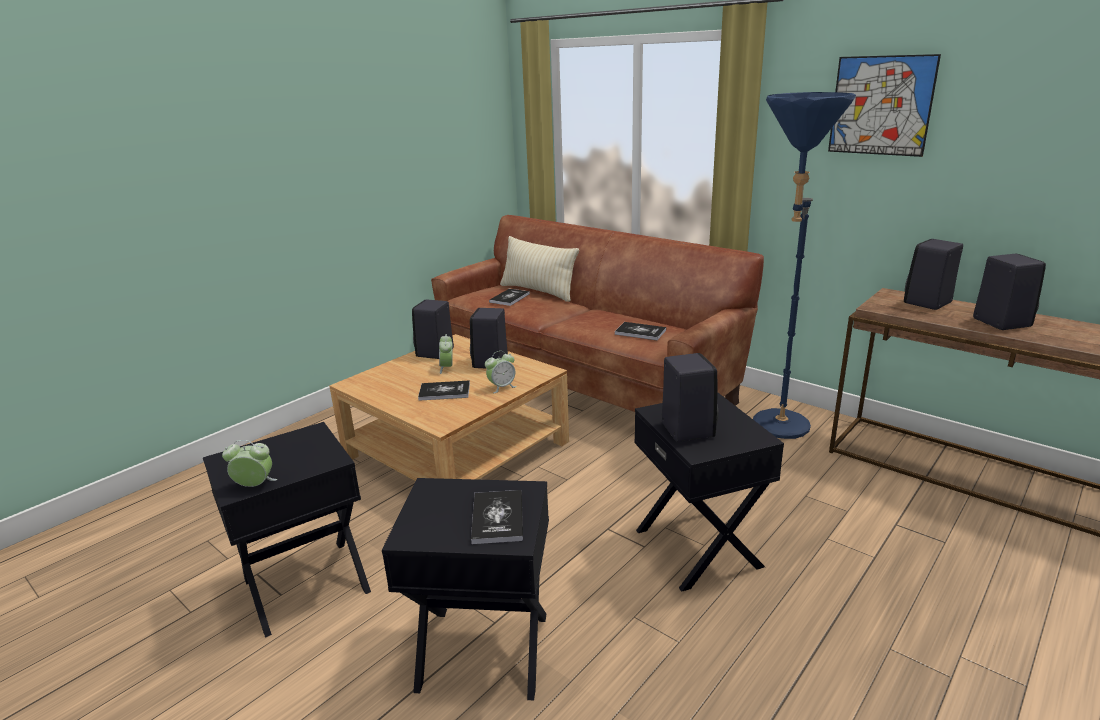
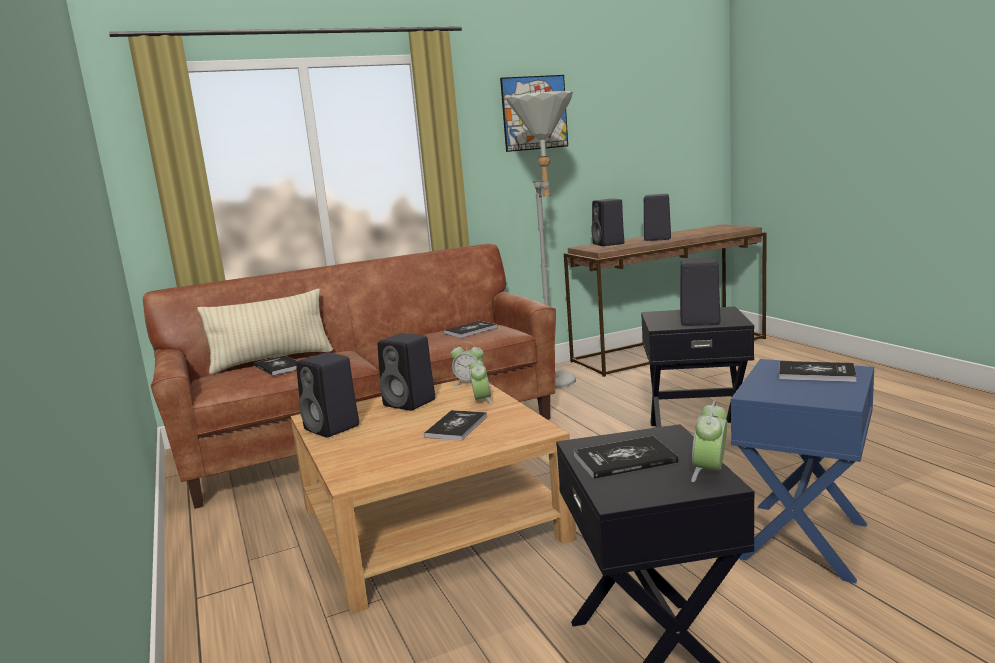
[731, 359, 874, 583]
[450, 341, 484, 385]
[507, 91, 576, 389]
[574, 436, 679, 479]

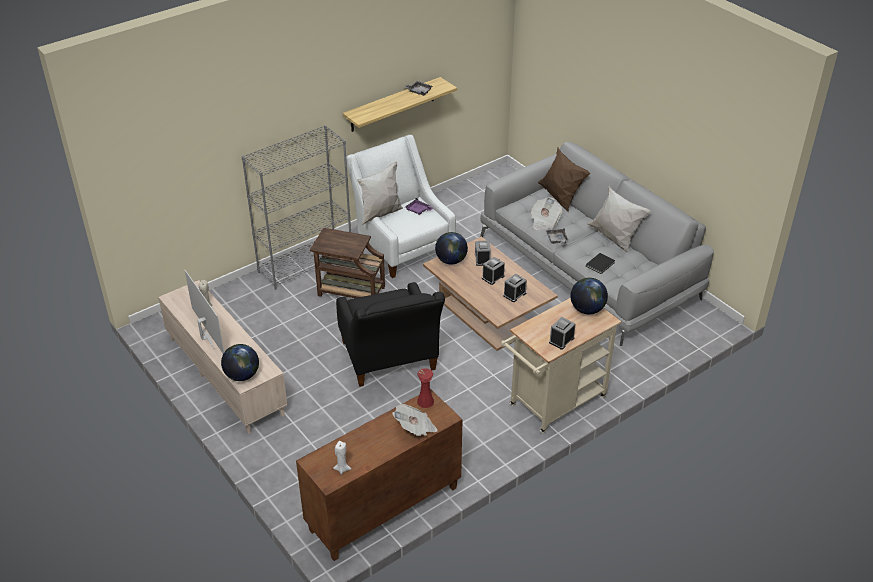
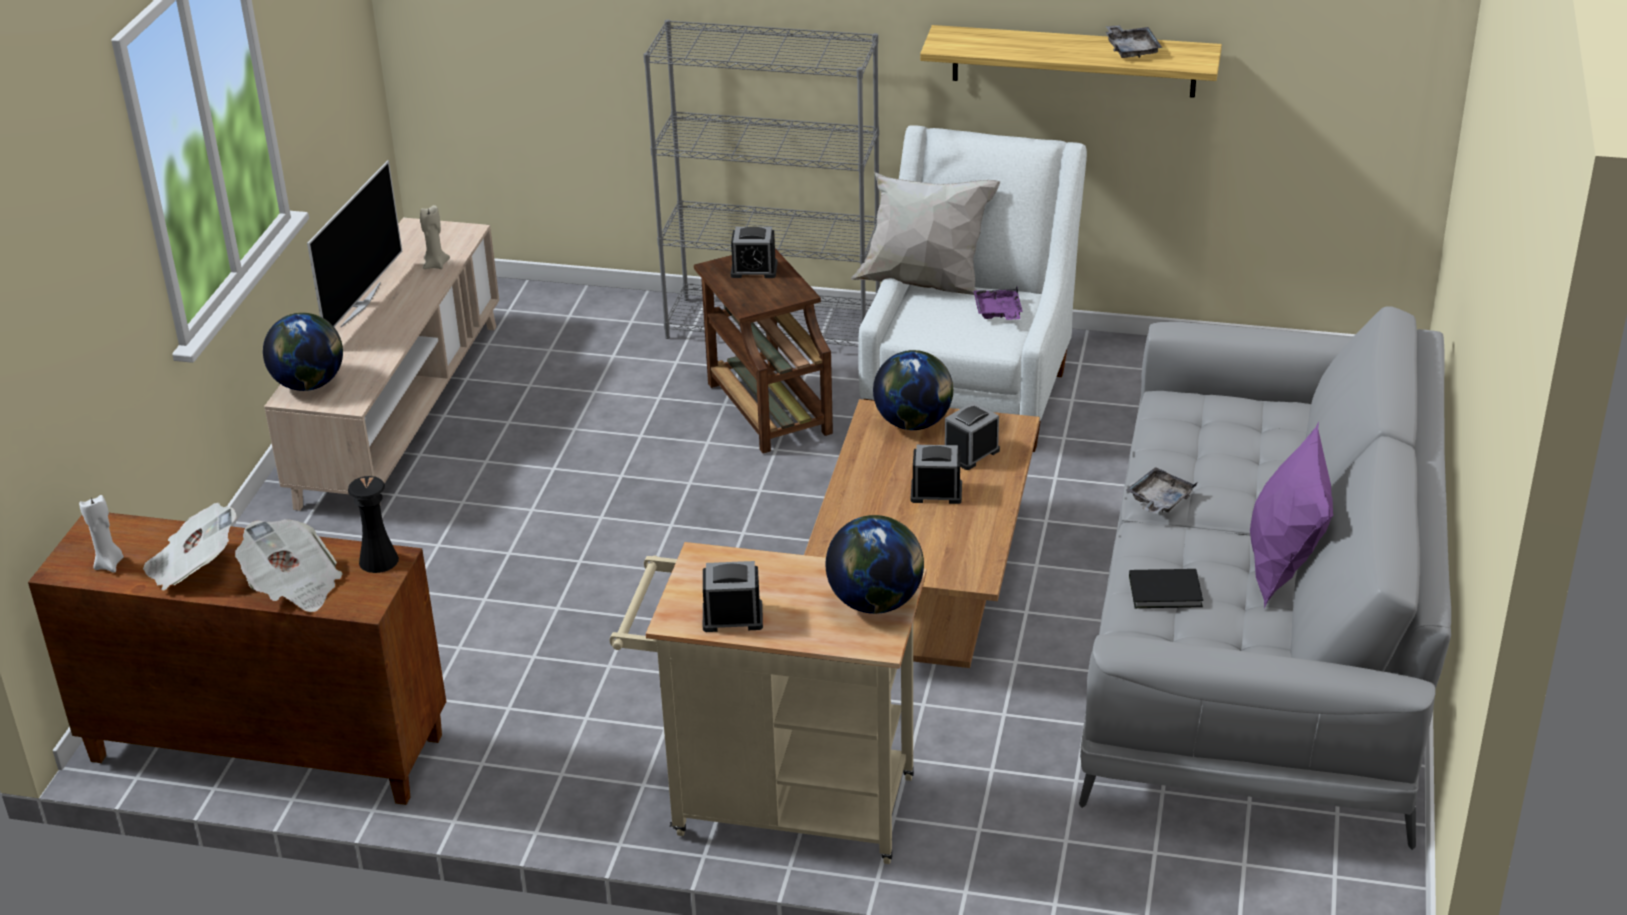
[336, 282, 445, 387] (first image)
[348, 476, 399, 573]
[731, 227, 777, 278]
[143, 503, 237, 591]
[538, 148, 590, 212] (first image)
[1250, 421, 1333, 608]

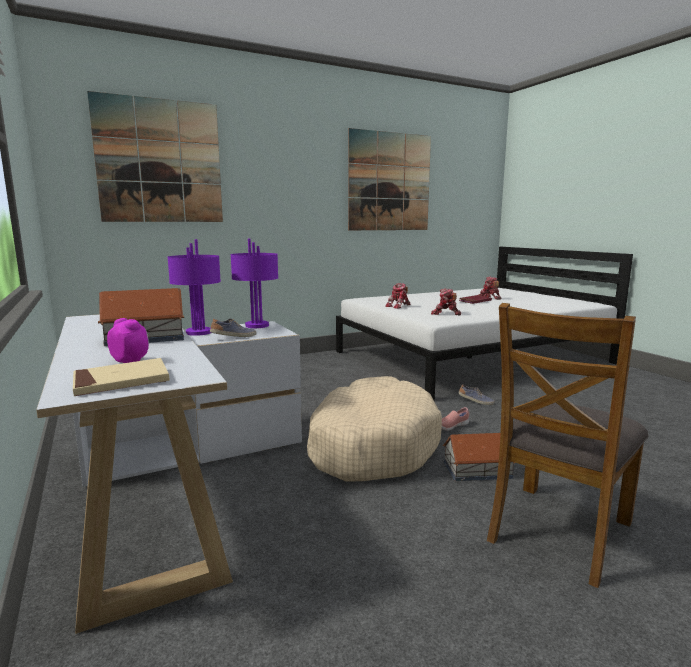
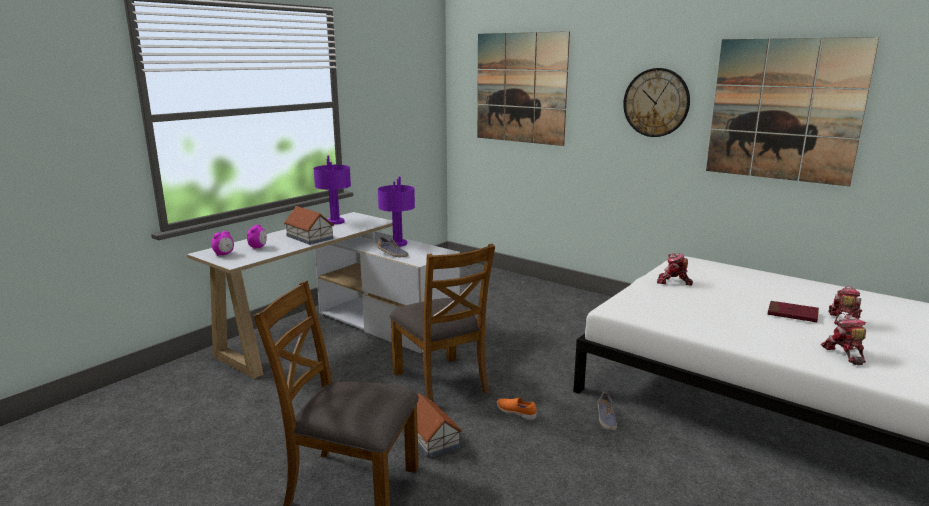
[212, 231, 234, 256]
[313, 155, 351, 225]
[389, 244, 495, 402]
[821, 315, 866, 365]
[497, 398, 536, 420]
[623, 68, 690, 137]

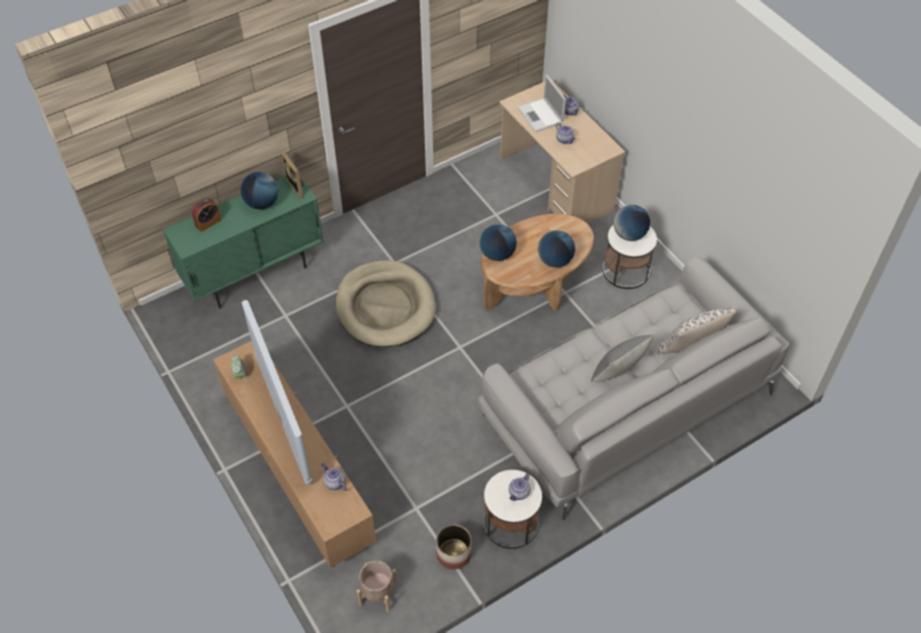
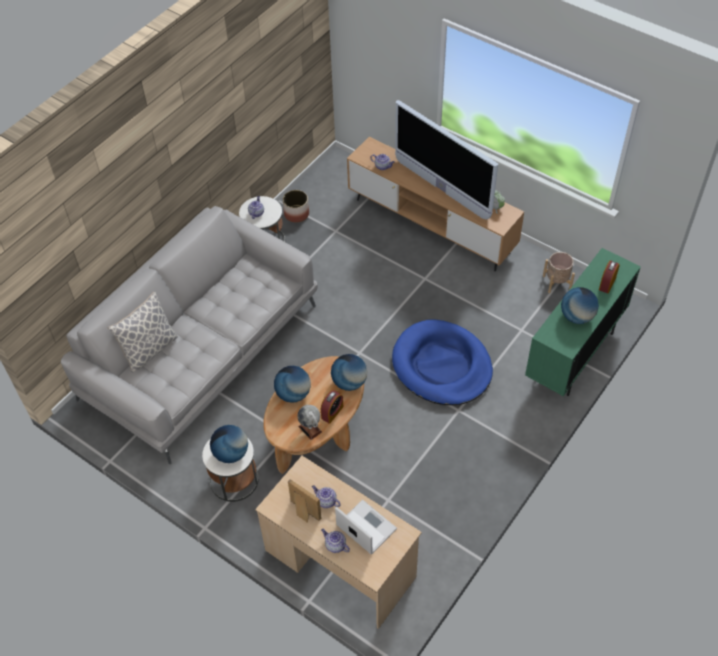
[288, 479, 321, 523]
[392, 320, 493, 405]
[543, 252, 575, 293]
[591, 335, 654, 382] (first image)
[297, 405, 322, 440]
[321, 390, 343, 424]

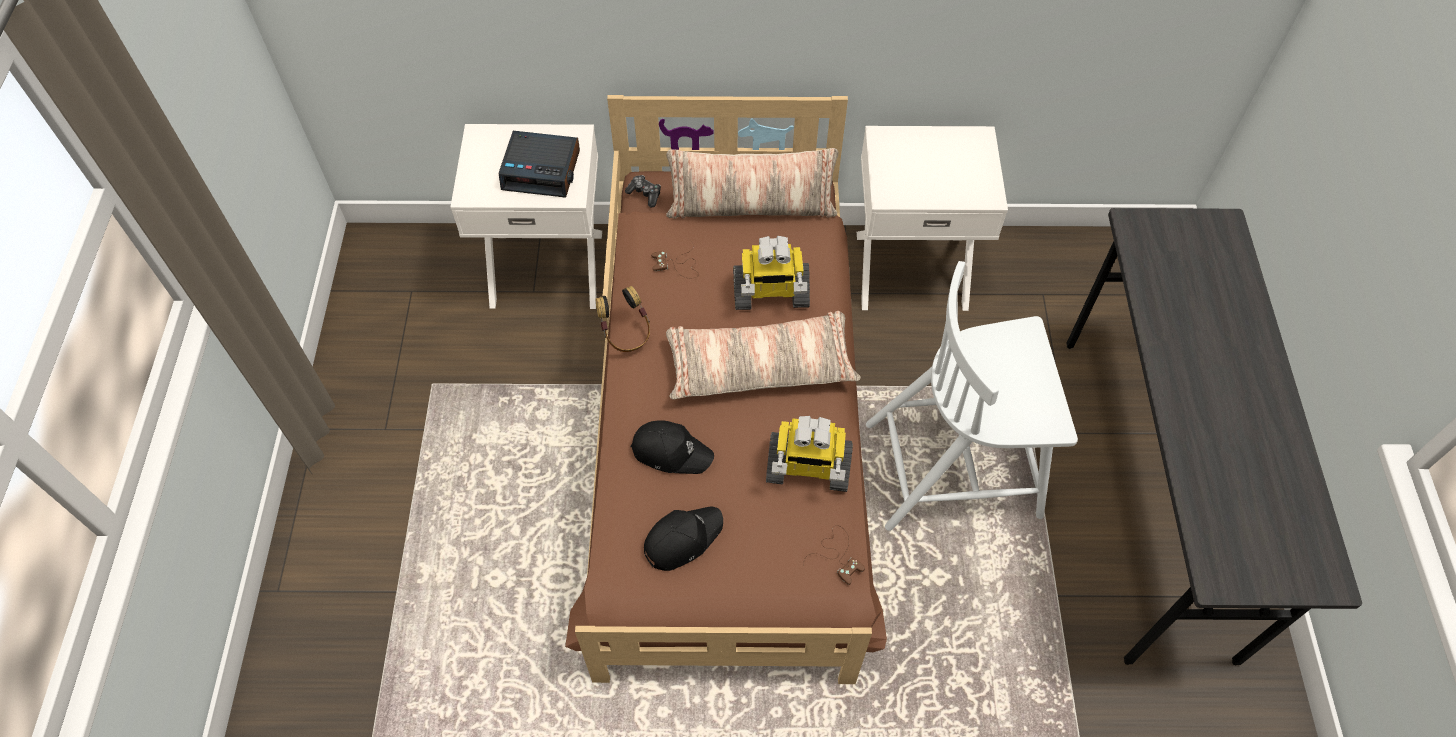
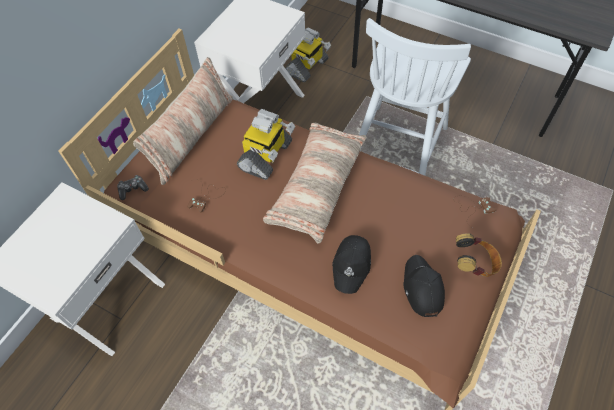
[499, 131, 580, 197] (first image)
[456, 233, 502, 277]
[332, 235, 371, 294]
[285, 27, 331, 82]

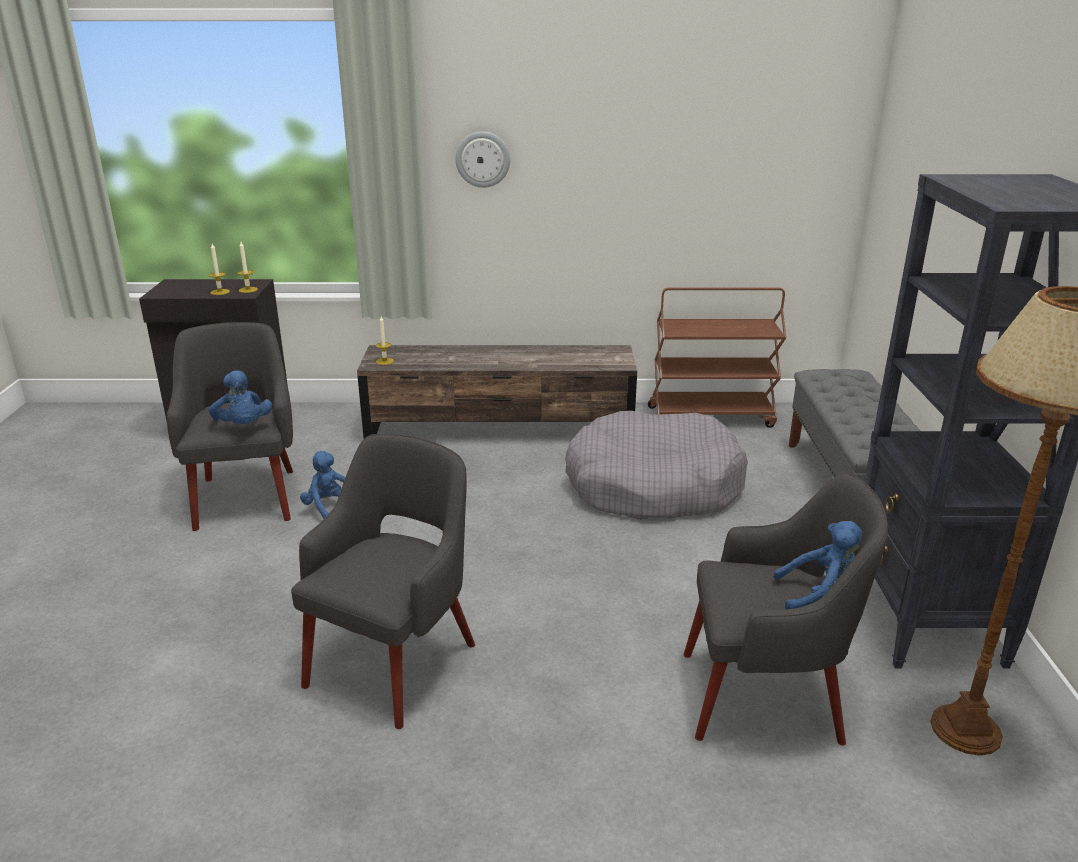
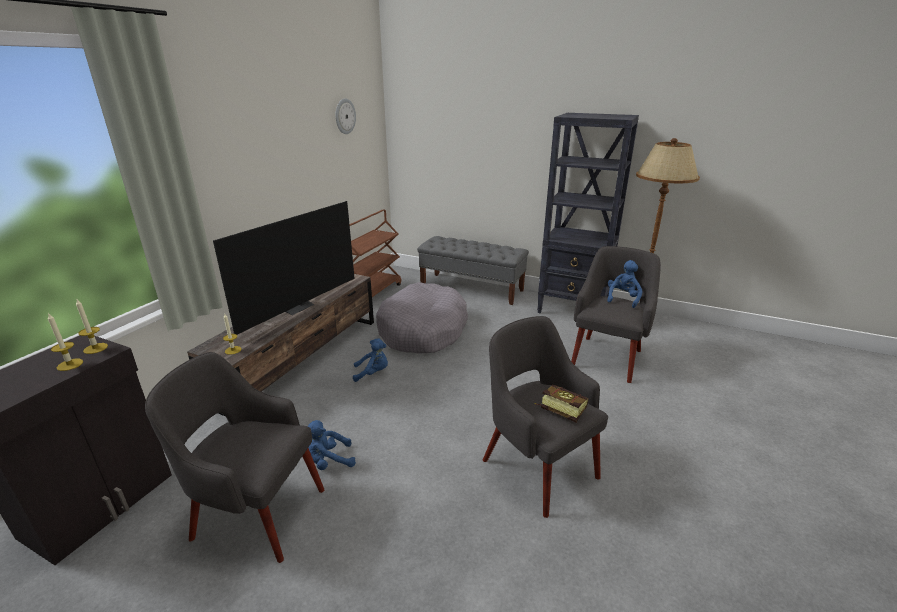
[353, 338, 388, 382]
[336, 98, 356, 134]
[213, 201, 355, 335]
[534, 385, 589, 422]

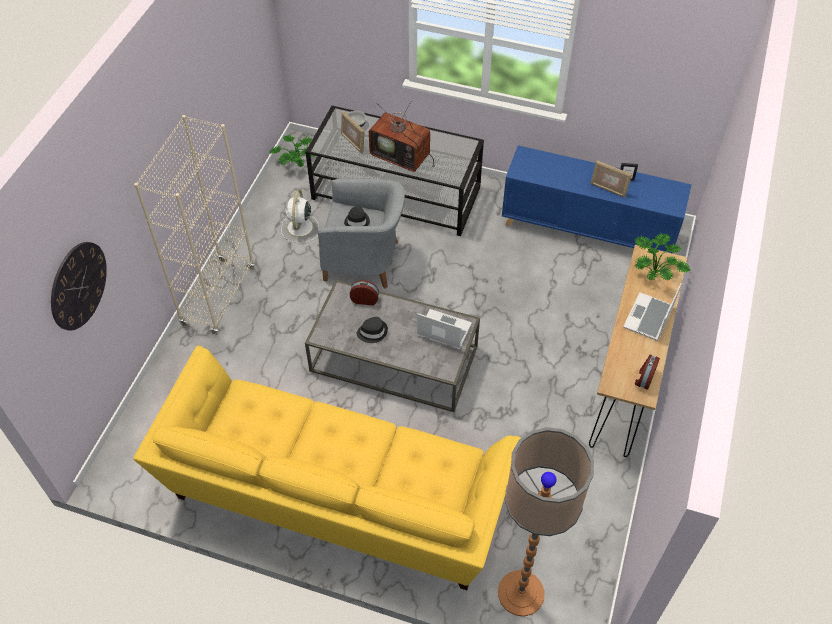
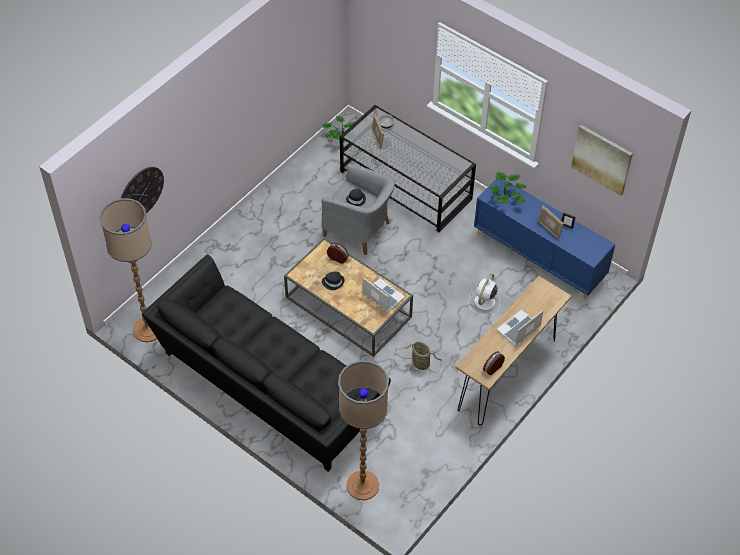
[134, 115, 255, 335] (first image)
[142, 255, 391, 472]
[468, 273, 500, 316]
[284, 238, 413, 357]
[369, 102, 435, 172] (first image)
[489, 172, 526, 204]
[99, 198, 157, 342]
[395, 341, 442, 373]
[571, 125, 633, 196]

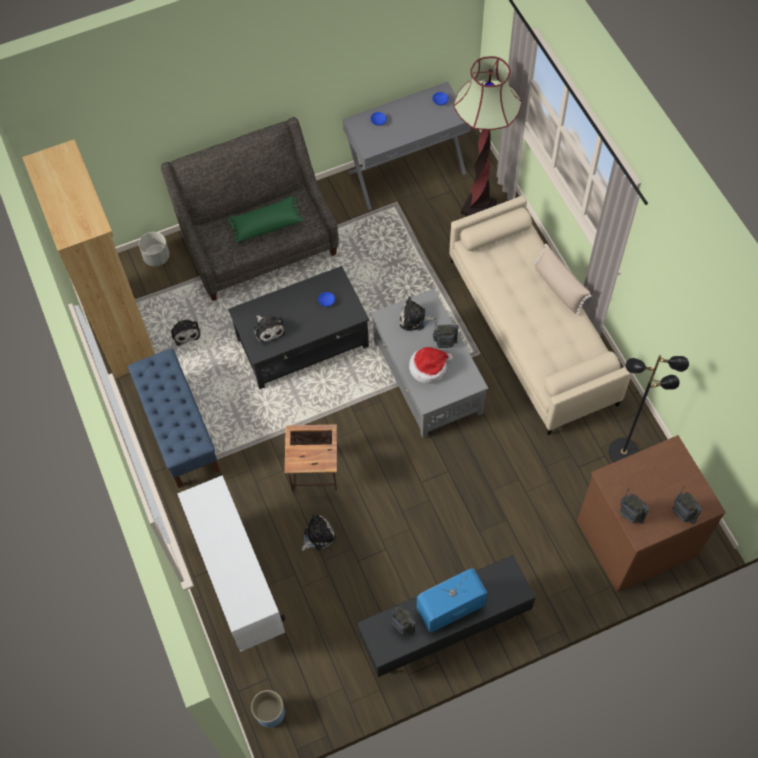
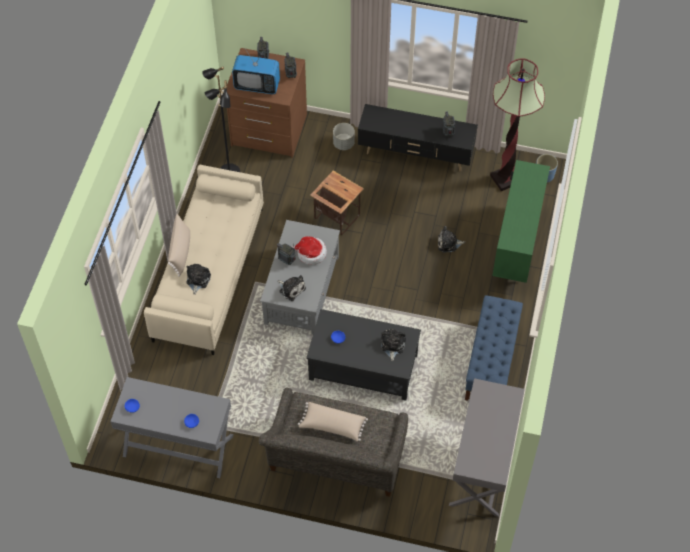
[449, 378, 525, 517]
[333, 123, 355, 150]
[186, 264, 211, 295]
[492, 160, 550, 283]
[298, 402, 368, 442]
[310, 171, 364, 235]
[232, 48, 280, 94]
[490, 58, 545, 191]

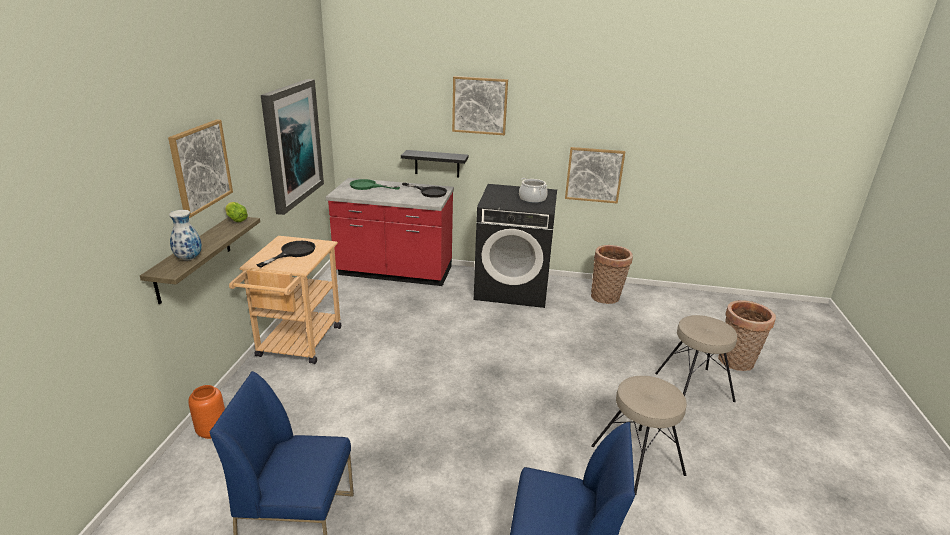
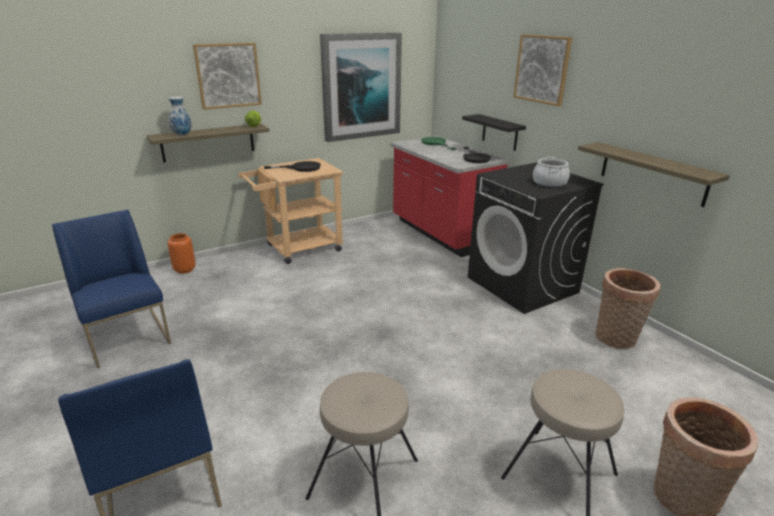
[578, 142, 730, 207]

